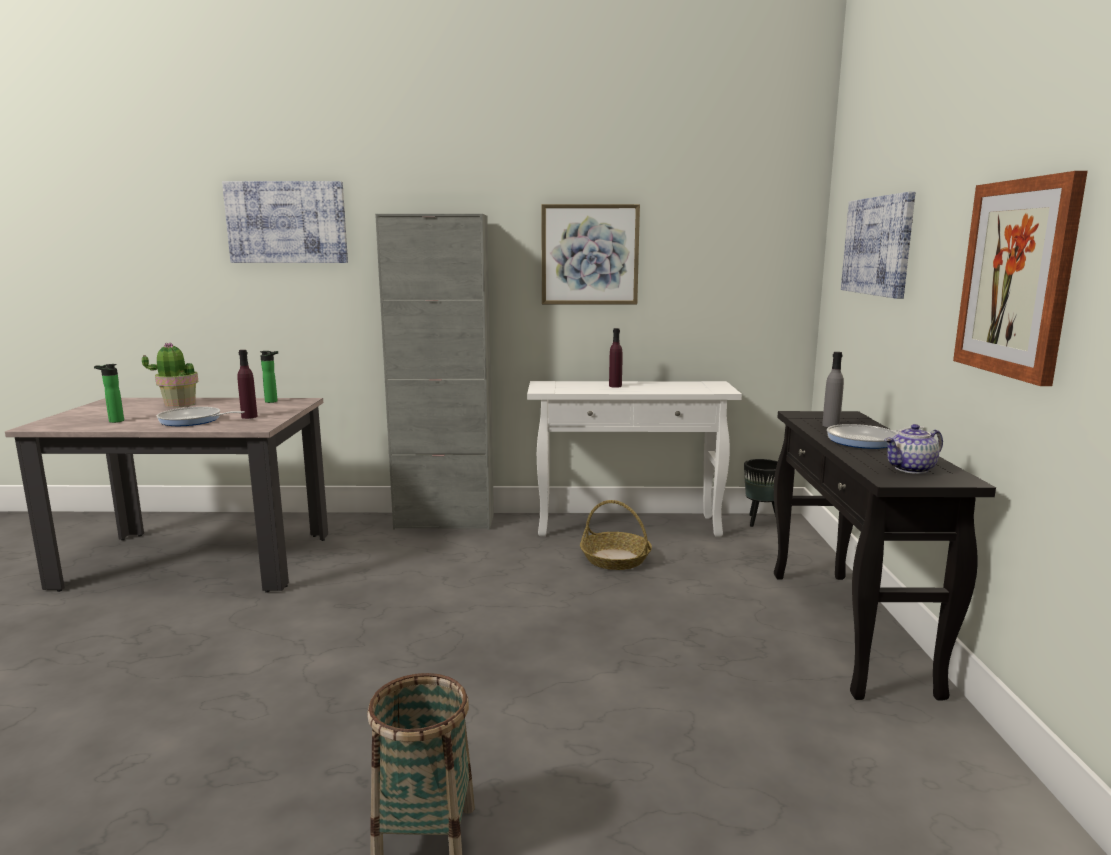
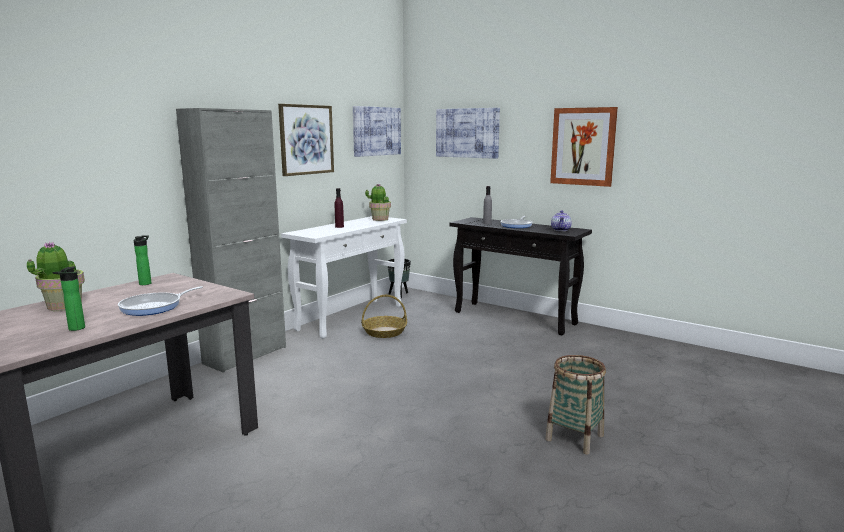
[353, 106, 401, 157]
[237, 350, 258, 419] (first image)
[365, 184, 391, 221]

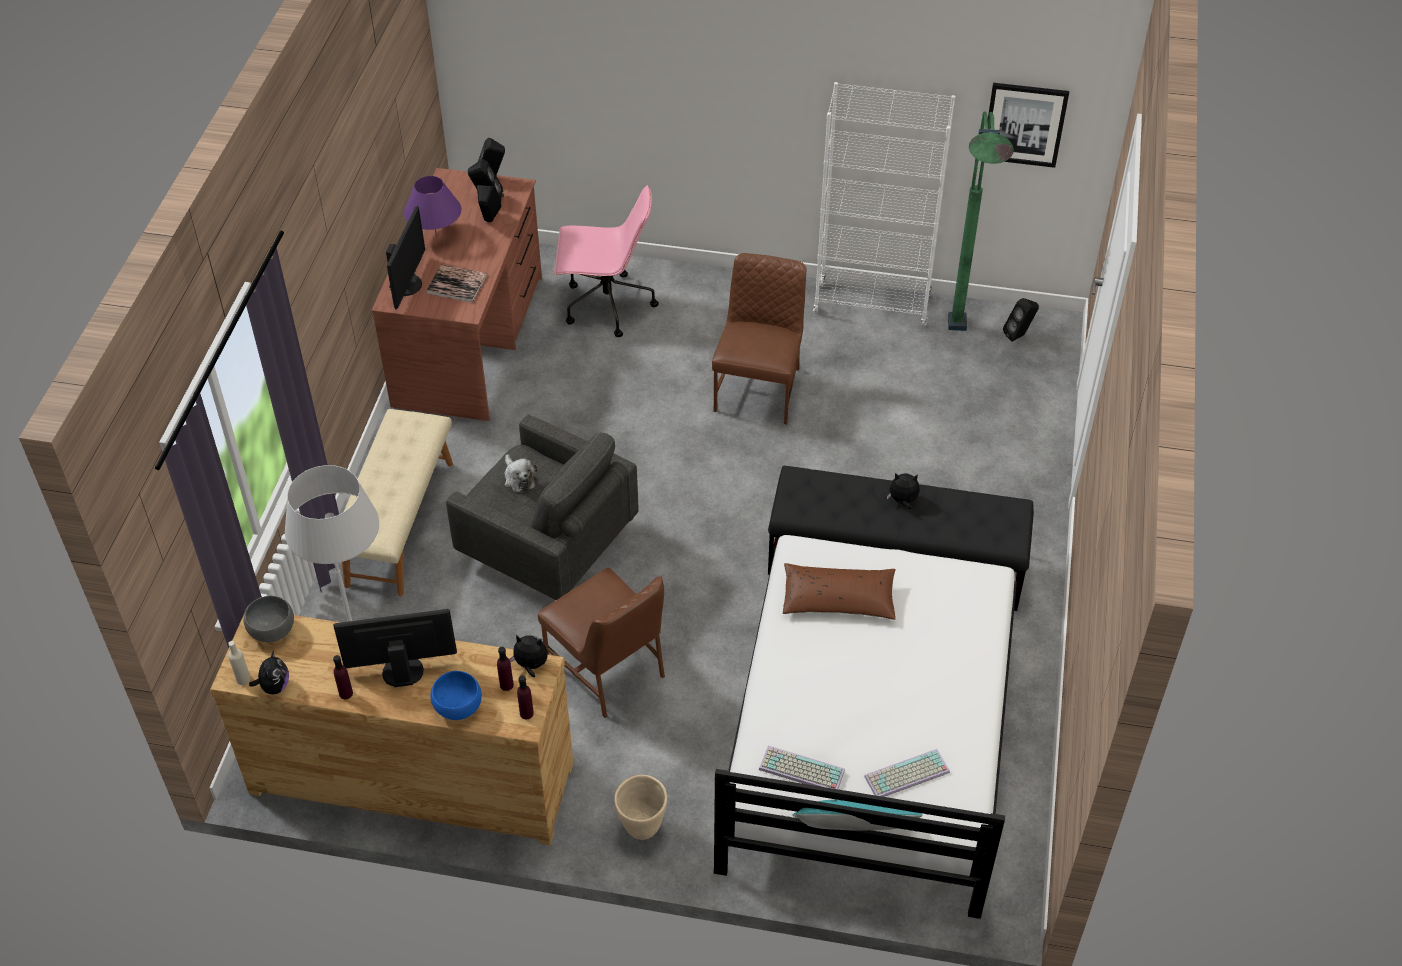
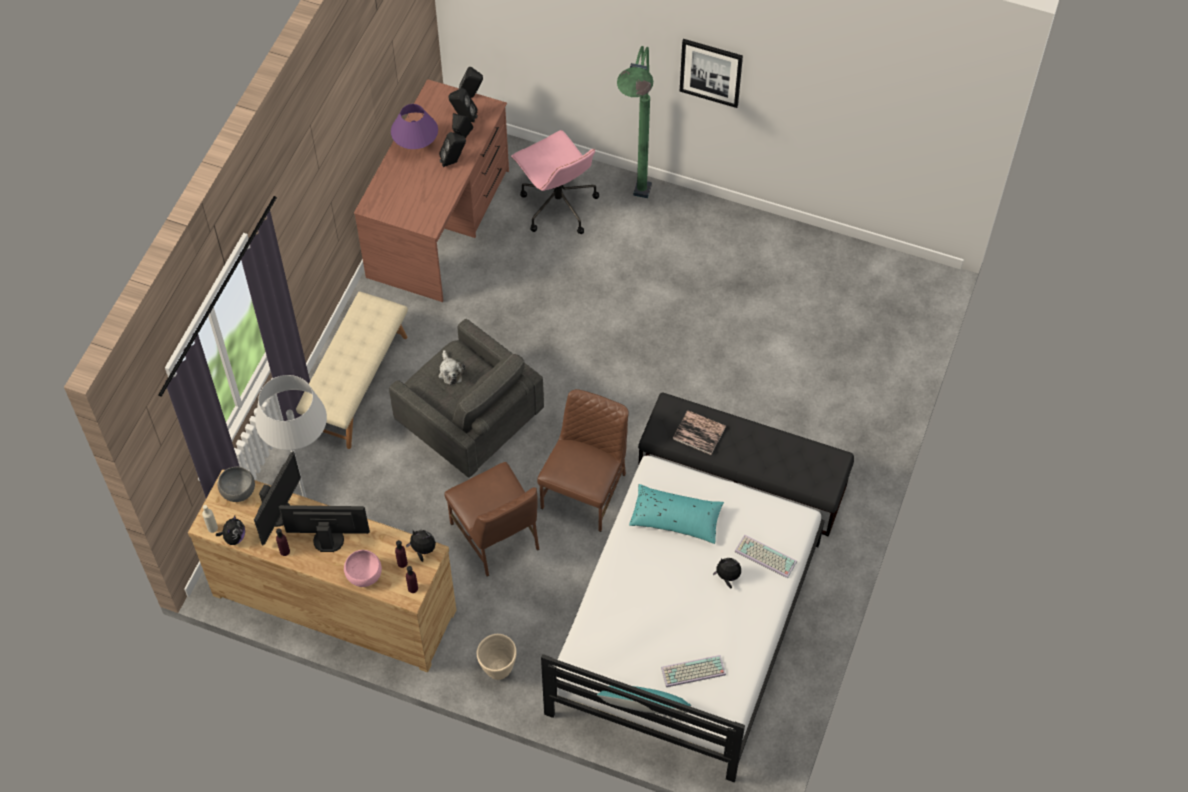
[254, 451, 301, 545]
[673, 410, 726, 455]
[344, 550, 382, 587]
[511, 130, 599, 234]
[537, 389, 629, 532]
[735, 535, 797, 578]
[629, 484, 724, 544]
[813, 82, 956, 327] (first image)
[713, 558, 741, 588]
[617, 46, 653, 198]
[680, 39, 743, 108]
[439, 132, 466, 167]

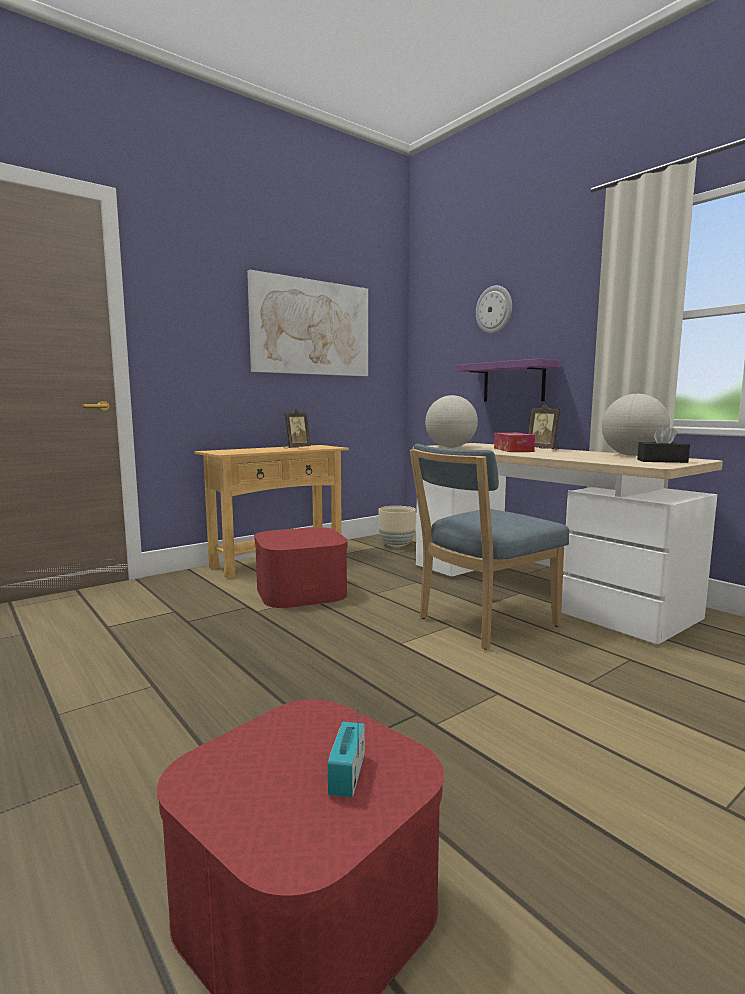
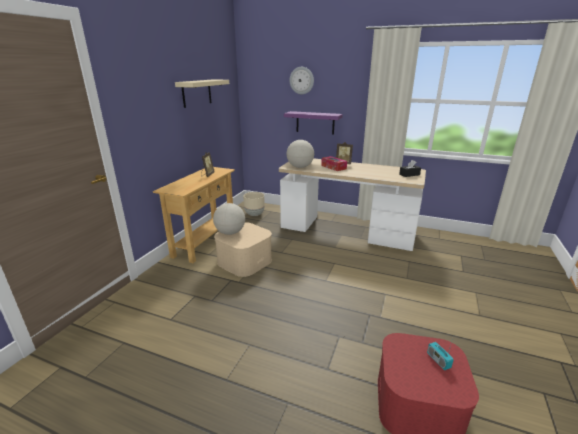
[175, 79, 229, 108]
[214, 222, 272, 277]
[409, 443, 569, 650] (first image)
[213, 203, 245, 235]

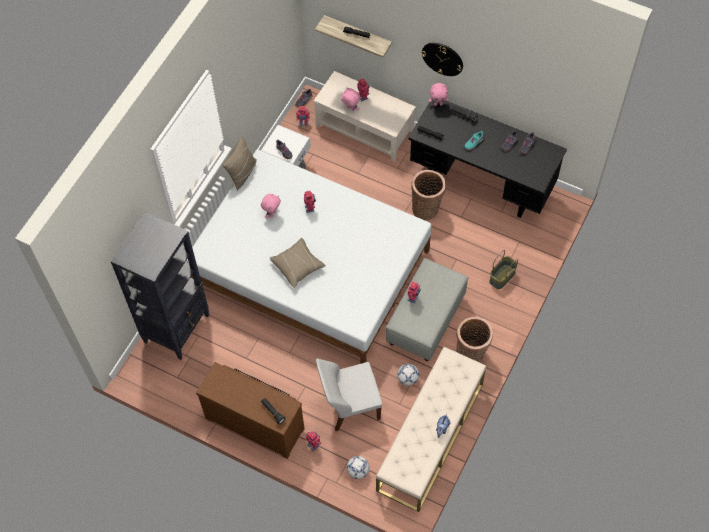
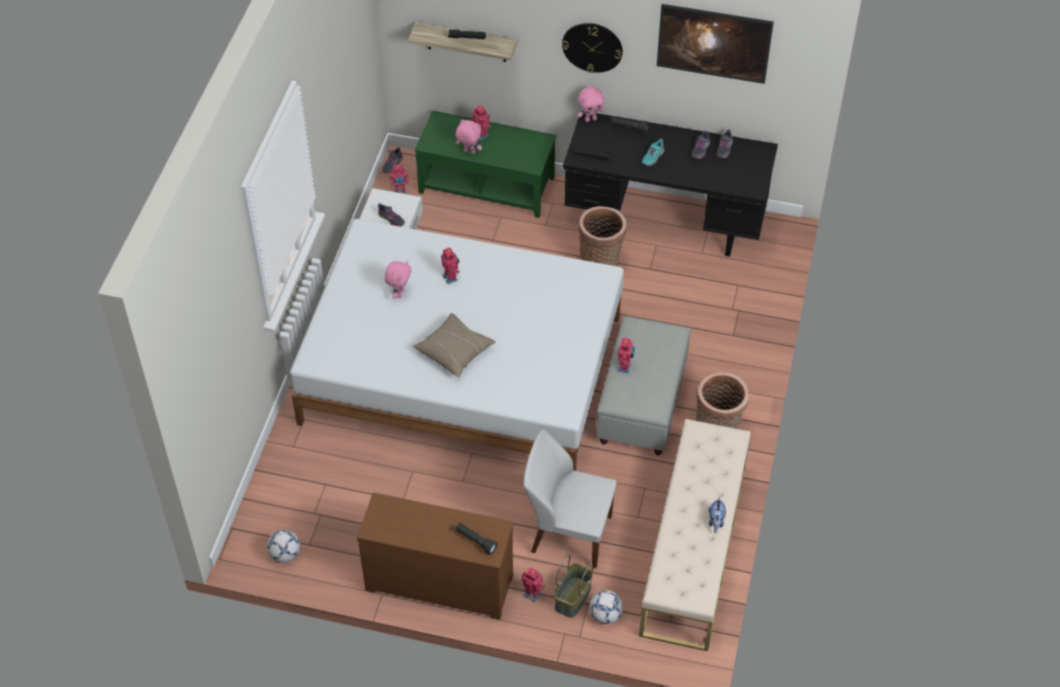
[110, 212, 209, 360] (first image)
[223, 136, 257, 191] (first image)
[414, 110, 556, 218]
[523, 429, 617, 568]
[267, 530, 300, 563]
[554, 554, 593, 618]
[657, 4, 774, 84]

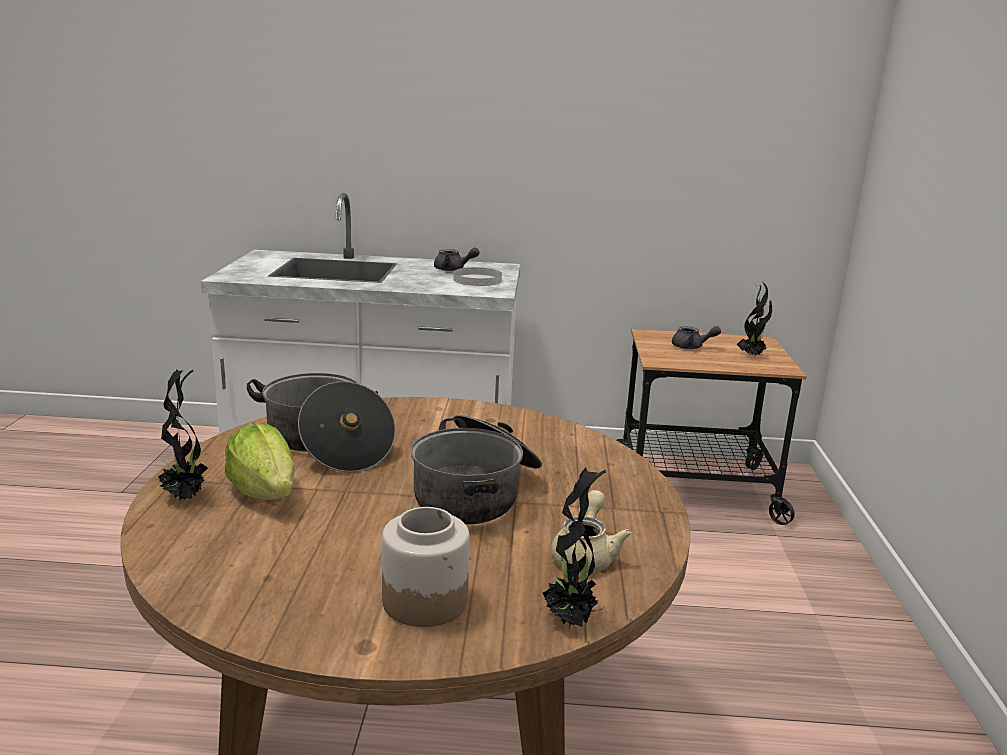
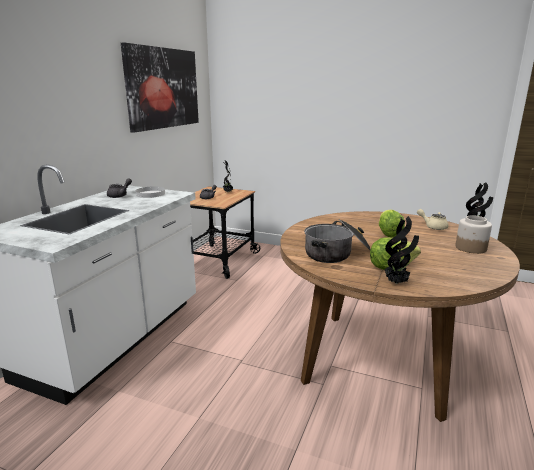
[379, 210, 405, 238]
[121, 42, 199, 133]

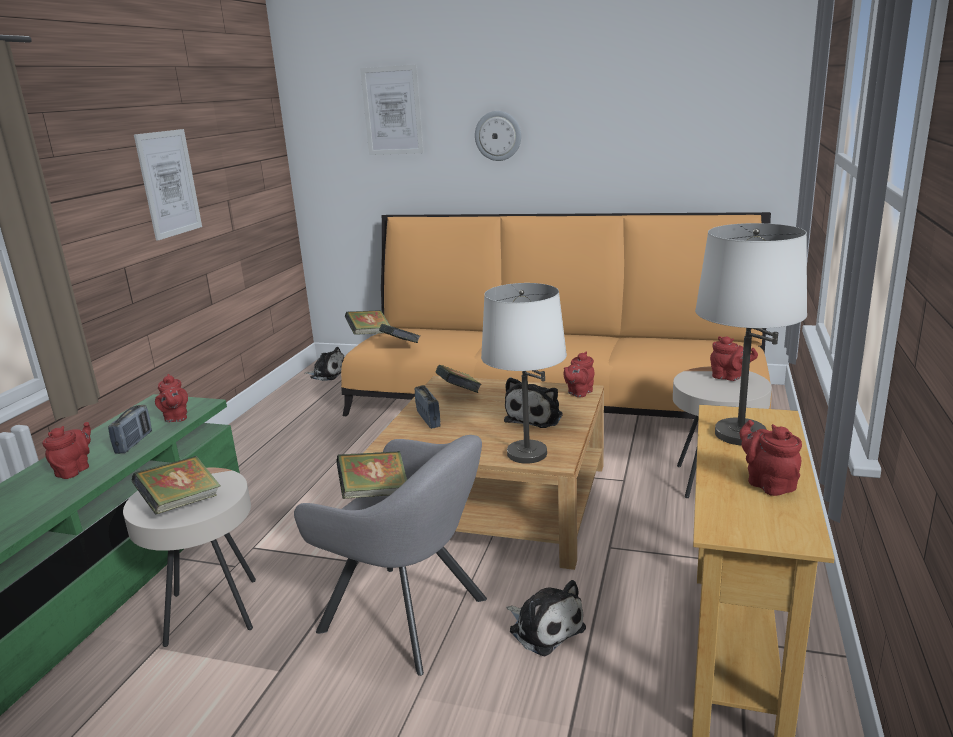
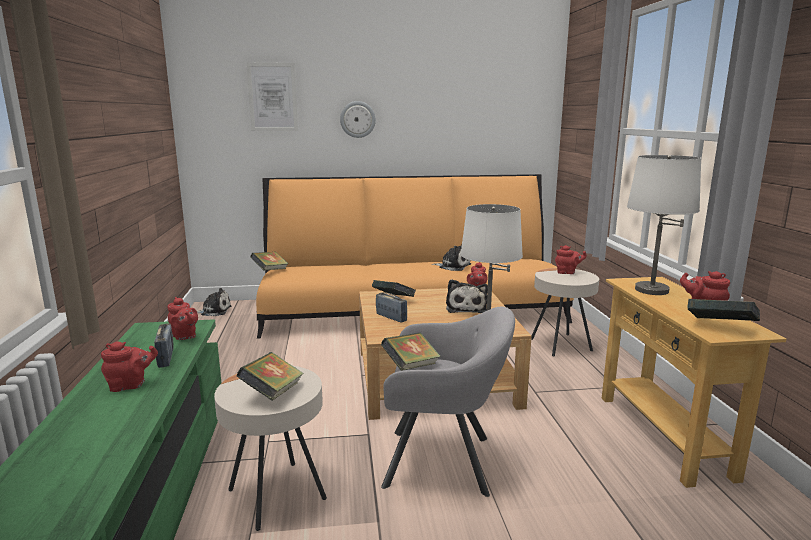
[101, 342, 158, 392]
[134, 129, 202, 241] (first image)
[687, 299, 760, 321]
[432, 245, 471, 271]

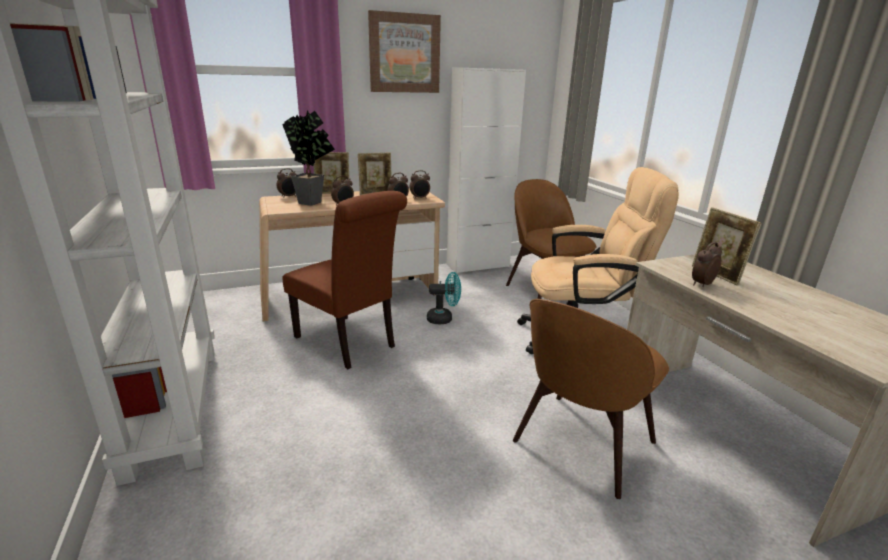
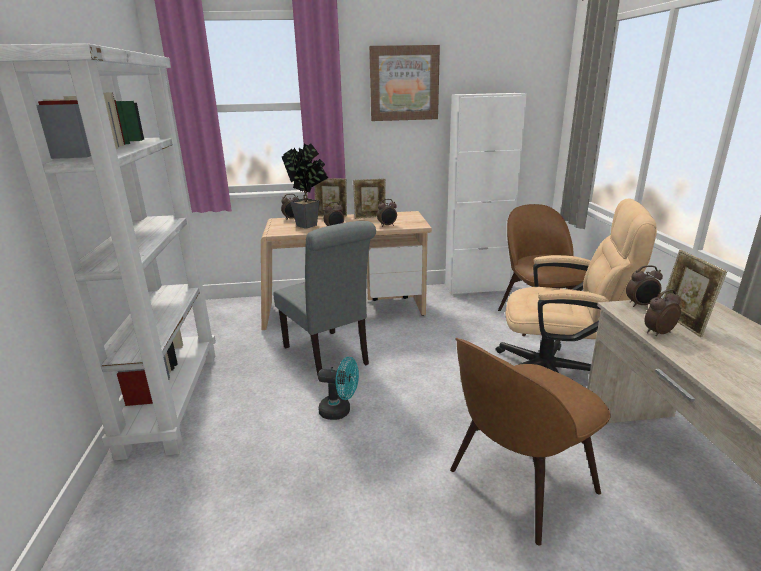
[273, 221, 376, 380]
[626, 265, 663, 307]
[318, 357, 359, 420]

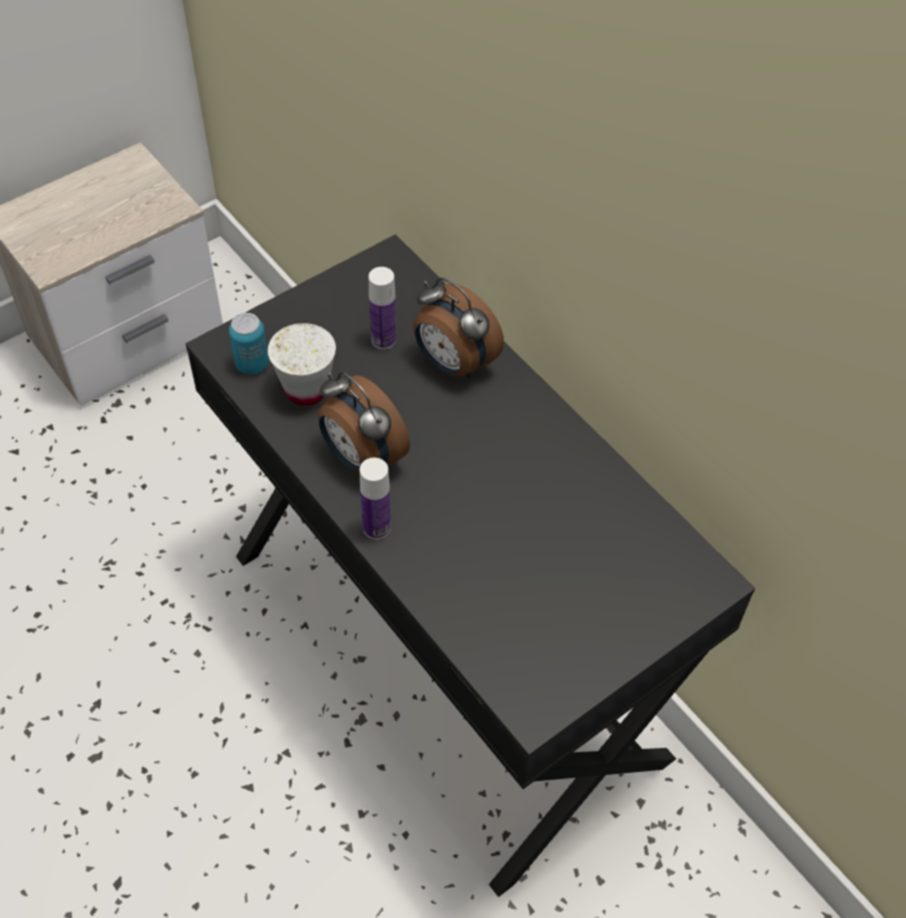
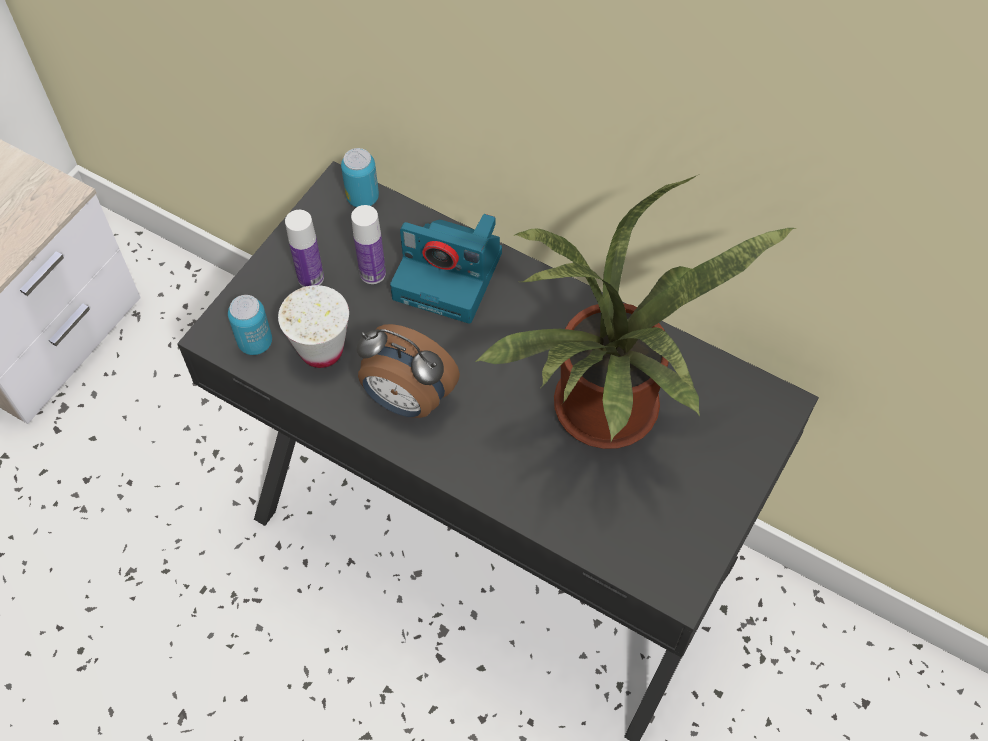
[285, 210, 324, 287]
[390, 214, 502, 324]
[341, 148, 379, 207]
[475, 174, 797, 449]

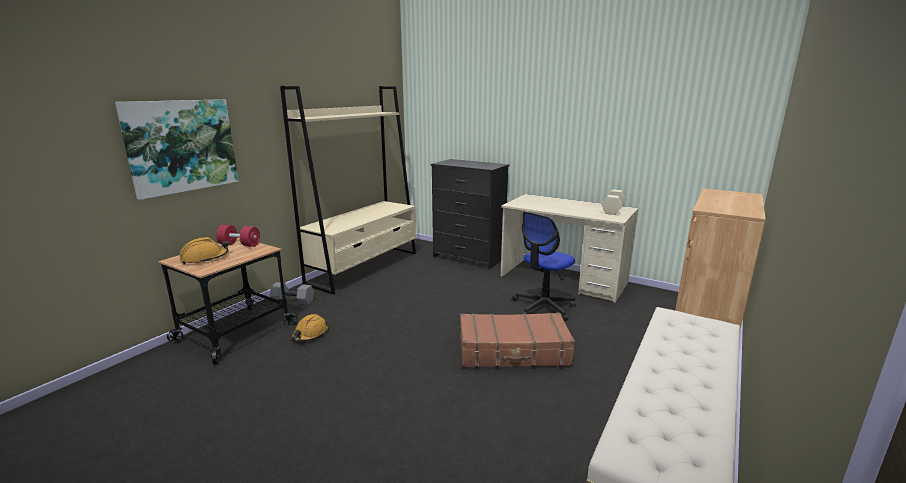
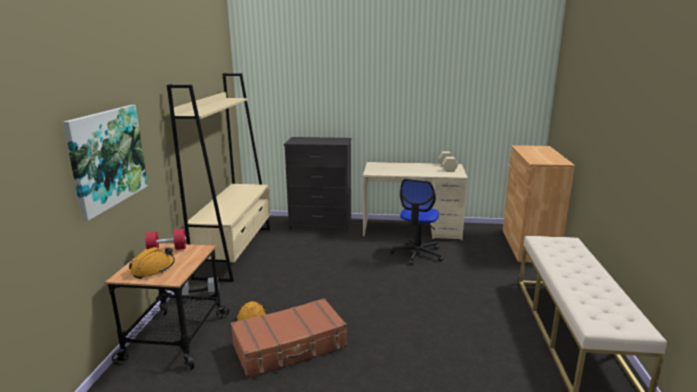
[231, 298, 347, 378]

